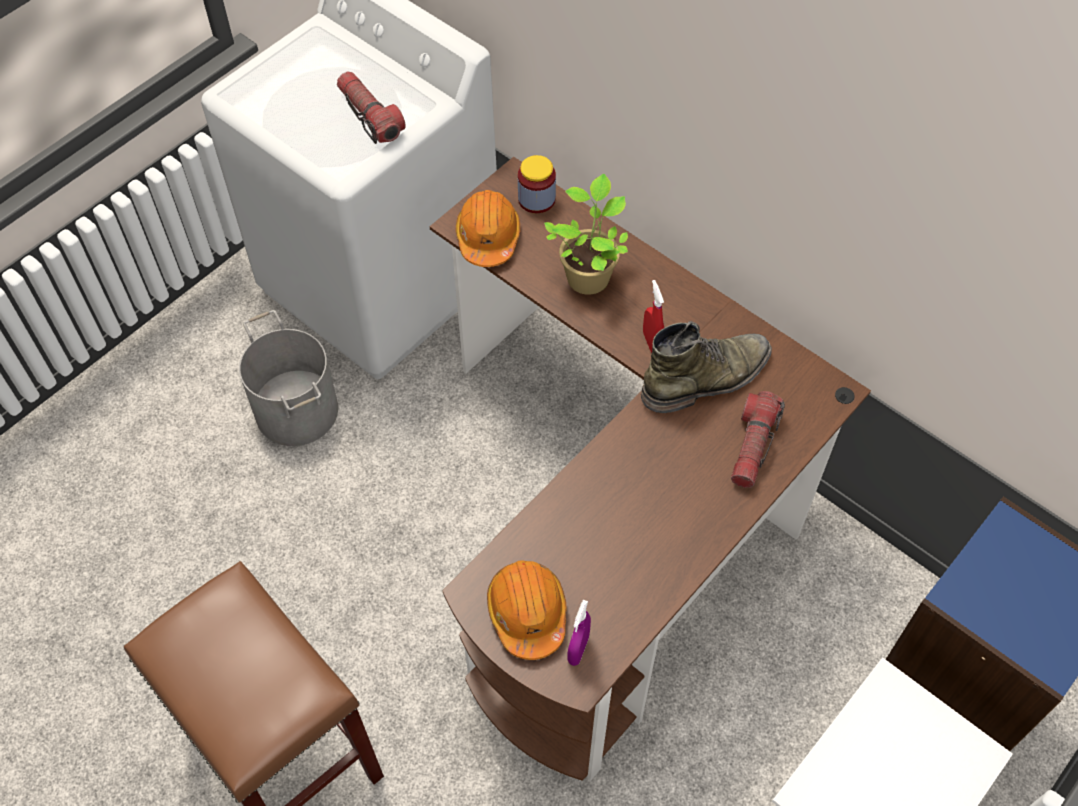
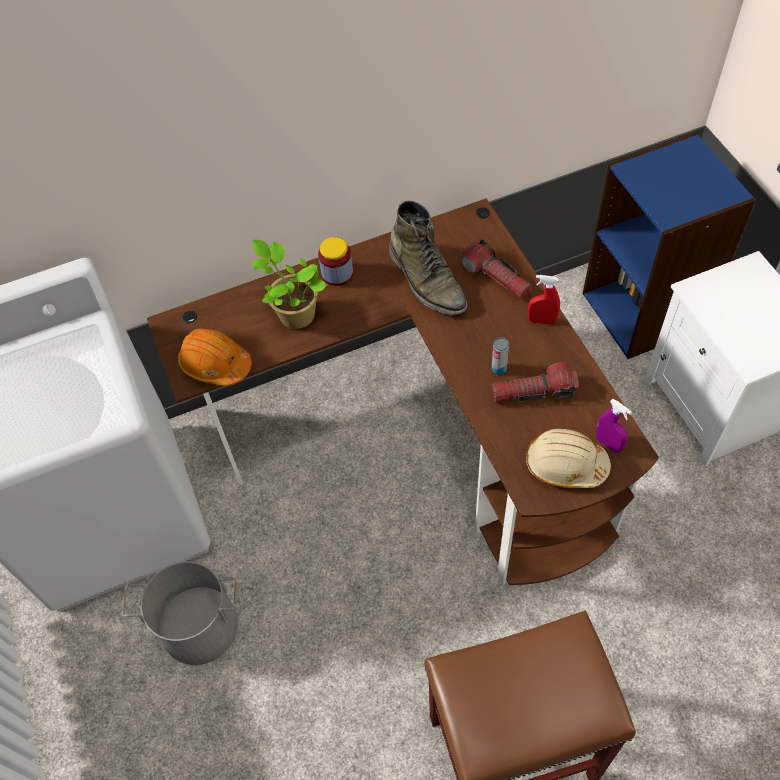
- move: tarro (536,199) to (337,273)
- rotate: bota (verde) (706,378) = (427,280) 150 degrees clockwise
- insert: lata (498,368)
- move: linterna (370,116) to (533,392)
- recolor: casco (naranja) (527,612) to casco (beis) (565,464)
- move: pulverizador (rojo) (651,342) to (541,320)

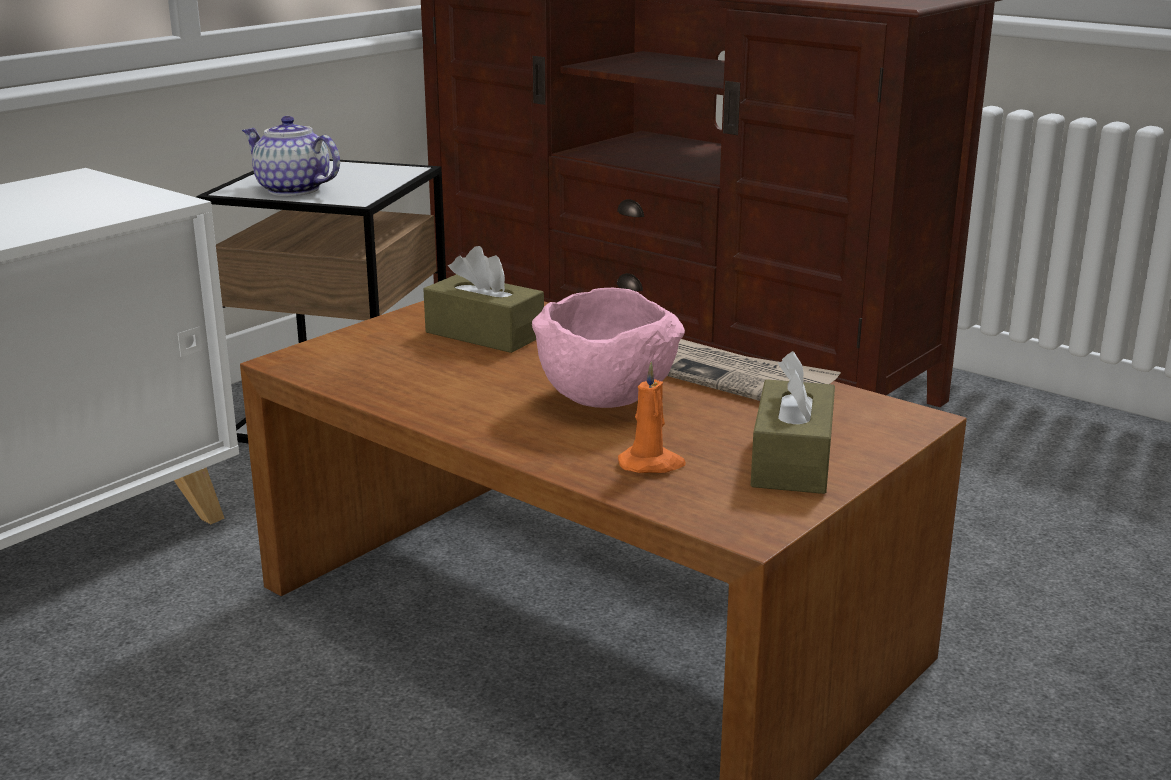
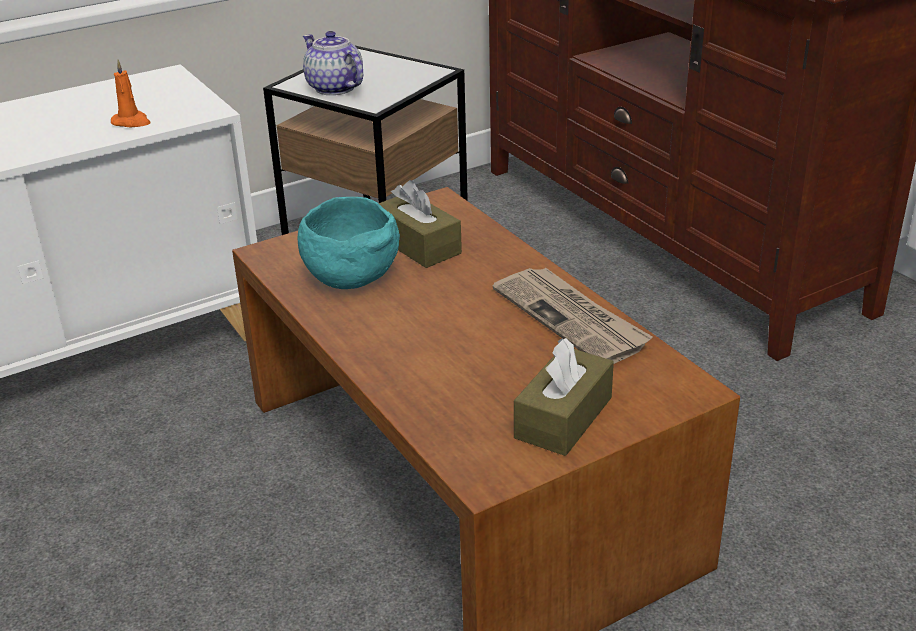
- move: vela (naranja) (651,464) to (132,122)
- insert: cuenco (turquesa) (349,278)
- delete: cuenco (rosa) (608,399)

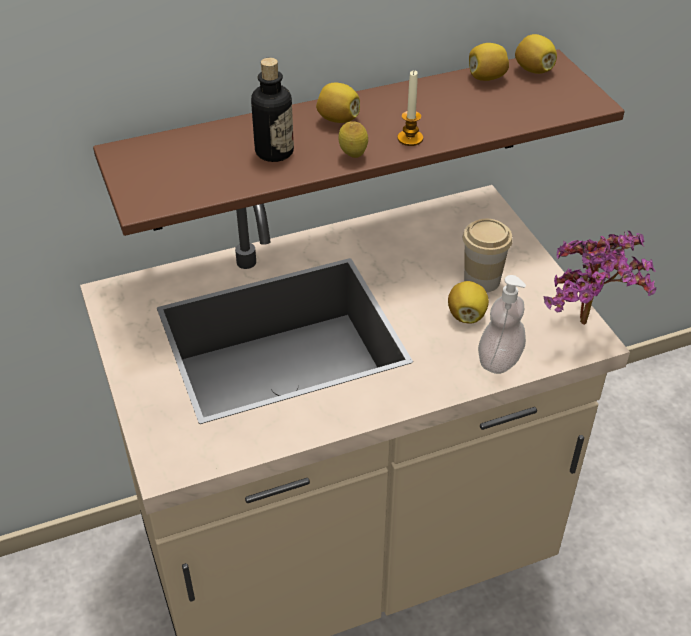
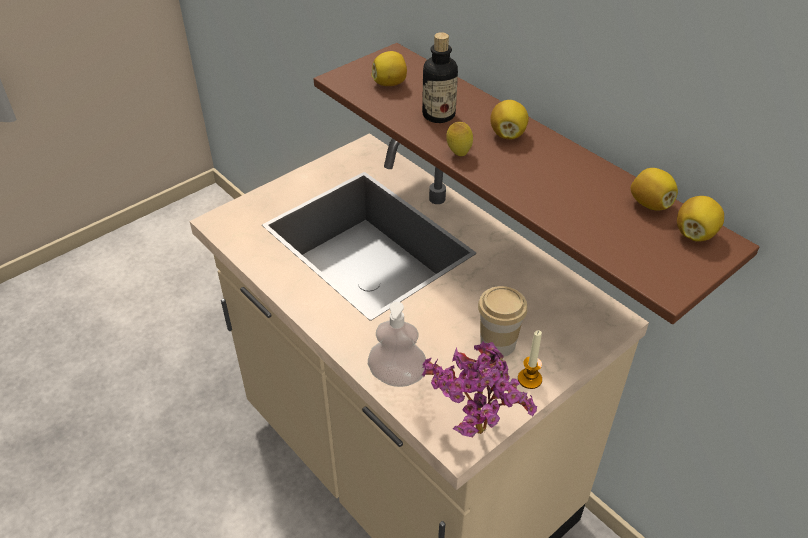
- move: limón (466,315) to (390,83)
- move: vela (410,138) to (529,379)

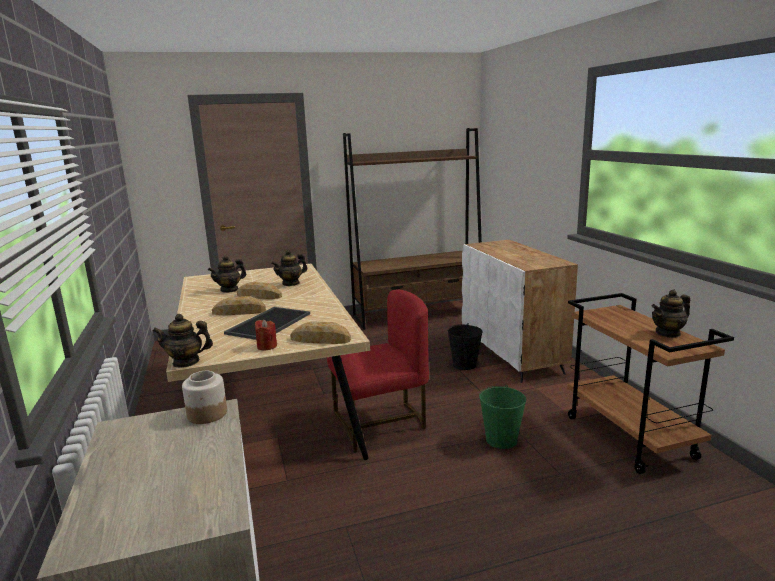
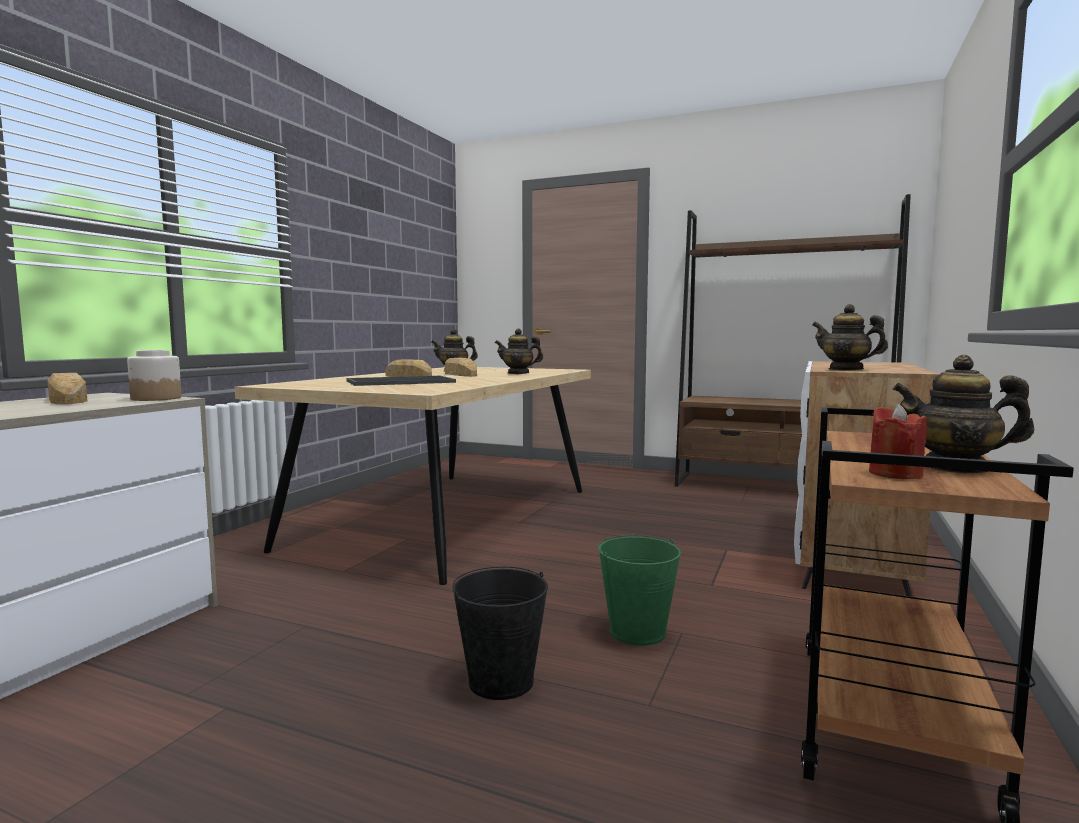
- move: pan (320,339) to (67,399)
- move: cubo (negro) (465,364) to (501,681)
- move: tetera (186,362) to (846,369)
- move: vela (rojo) (267,346) to (895,474)
- delete: silla (rojo) (380,423)

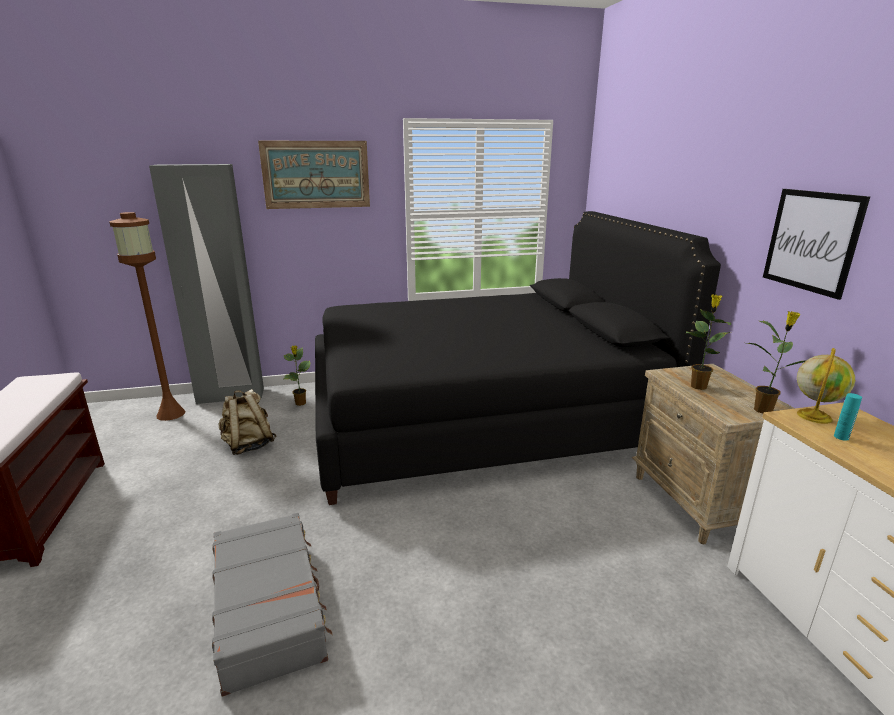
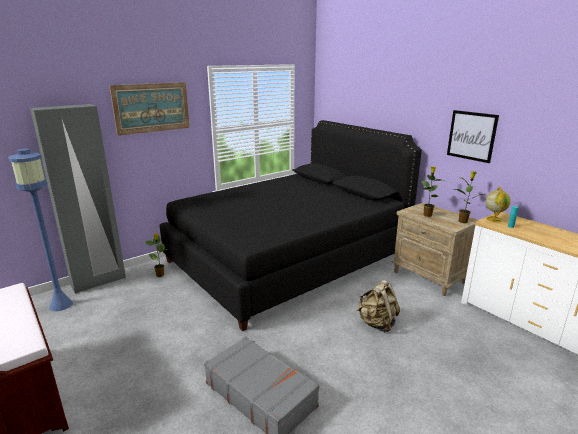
- recolor: lámpara de pie (marrón) (171,414) to lámpara de pie (azul) (61,305)
- move: mochila (beis) (248,445) to (377,324)

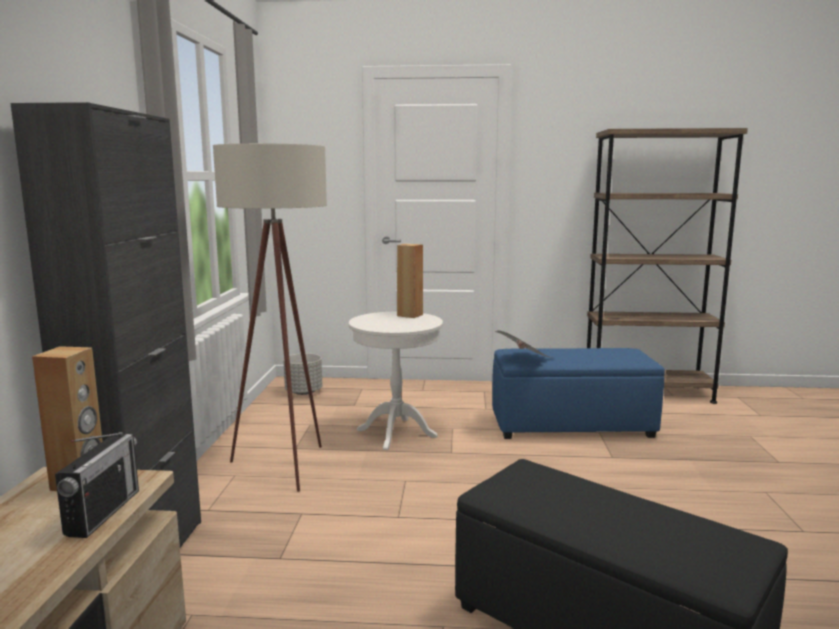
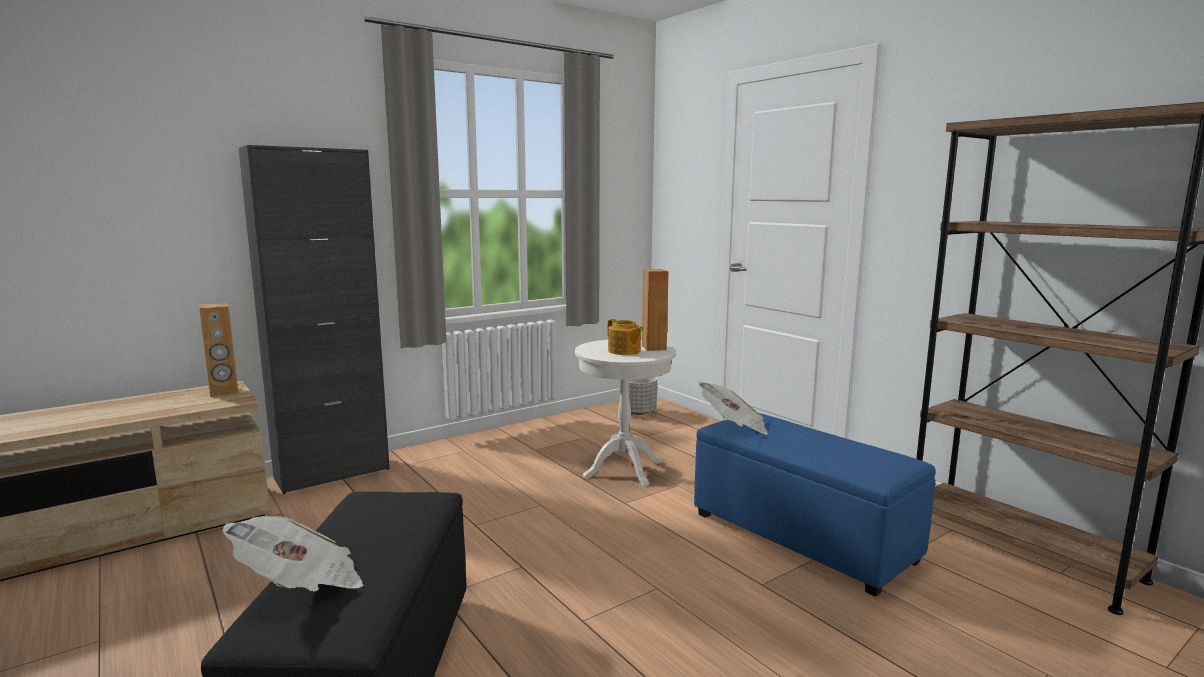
- insert: periódico (301,584)
- insert: tetera (624,351)
- delete: radio (103,512)
- delete: lámpara de pie (beis) (285,471)

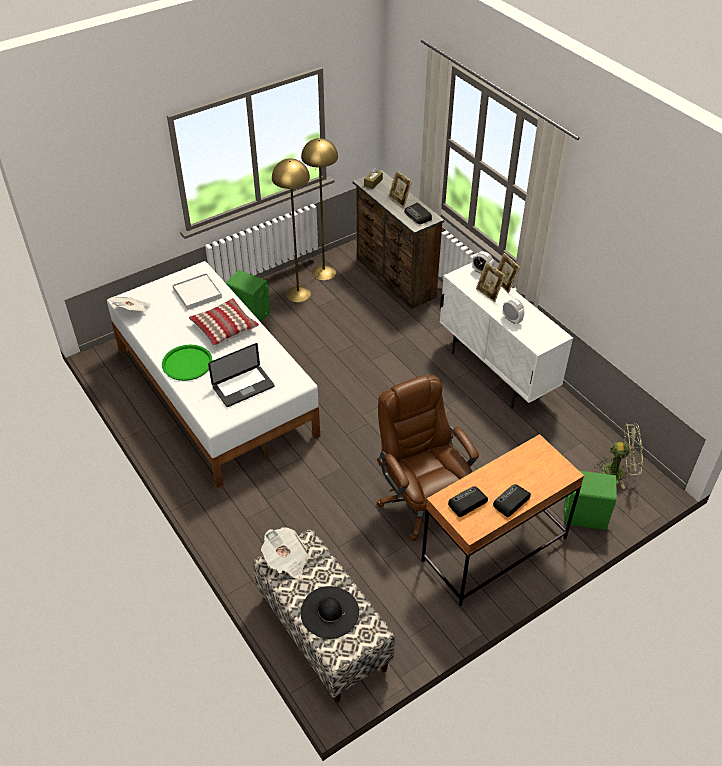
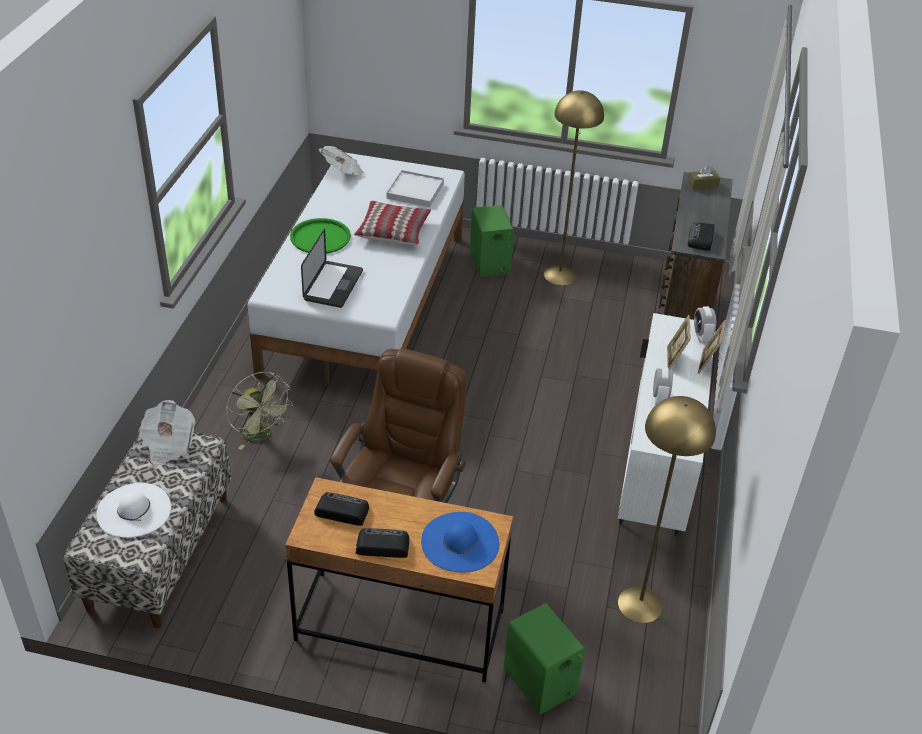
- recolor: sombrero (negro) (329,612) to sombrero (blanco) (134,510)
- move: ventilador (verde) (618,472) to (261,436)
- rotate: portátil (243,387) = (333,285) 90 degrees counterclockwise
- insert: sombrero (azul) (460,542)
- move: lámpara de pie (amarillo) (324,272) to (640,604)
- delete: portarretratos (399,200)

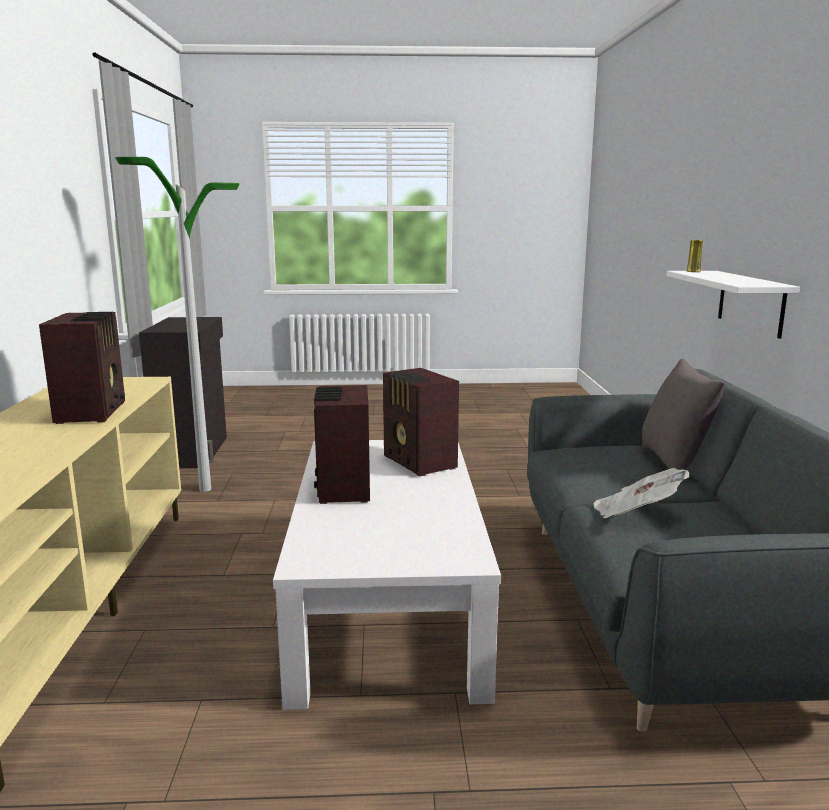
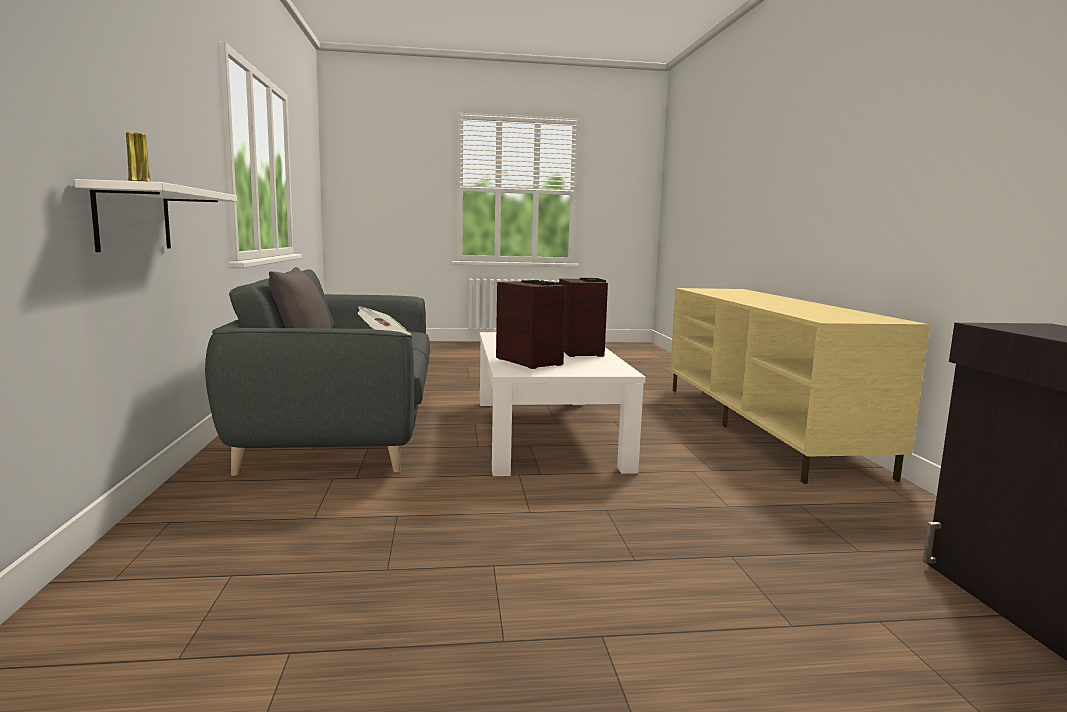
- delete: radio (93,412)
- delete: lámpara de pie (205,489)

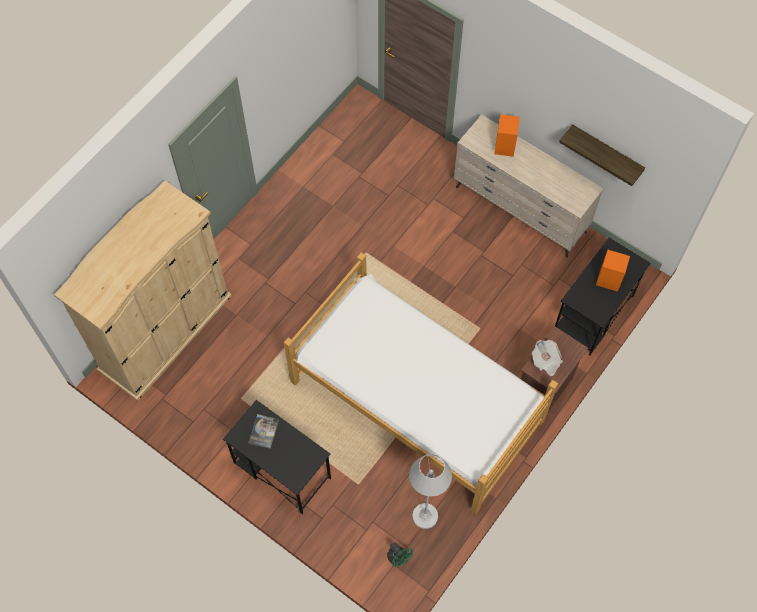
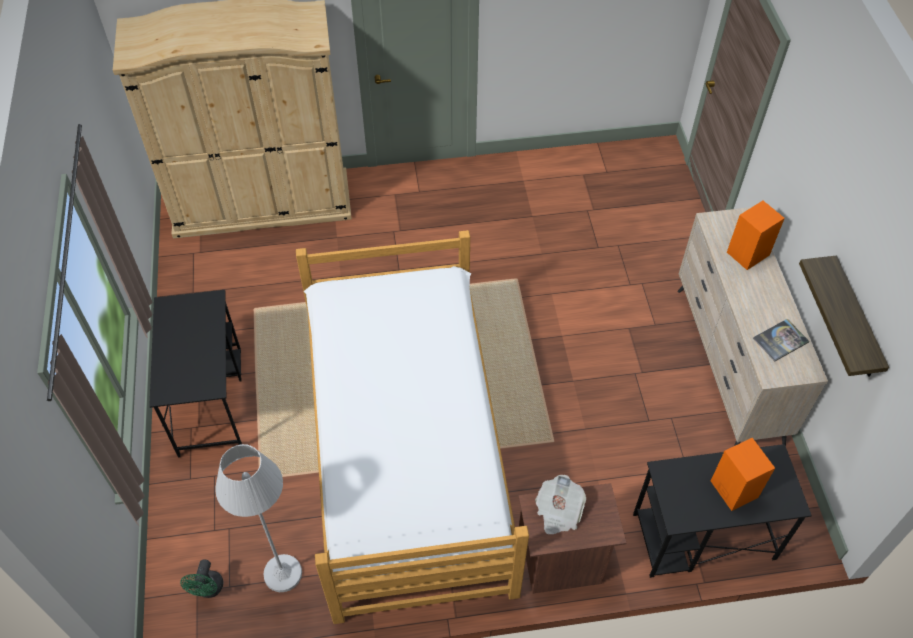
- move: libro (264,431) to (780,340)

